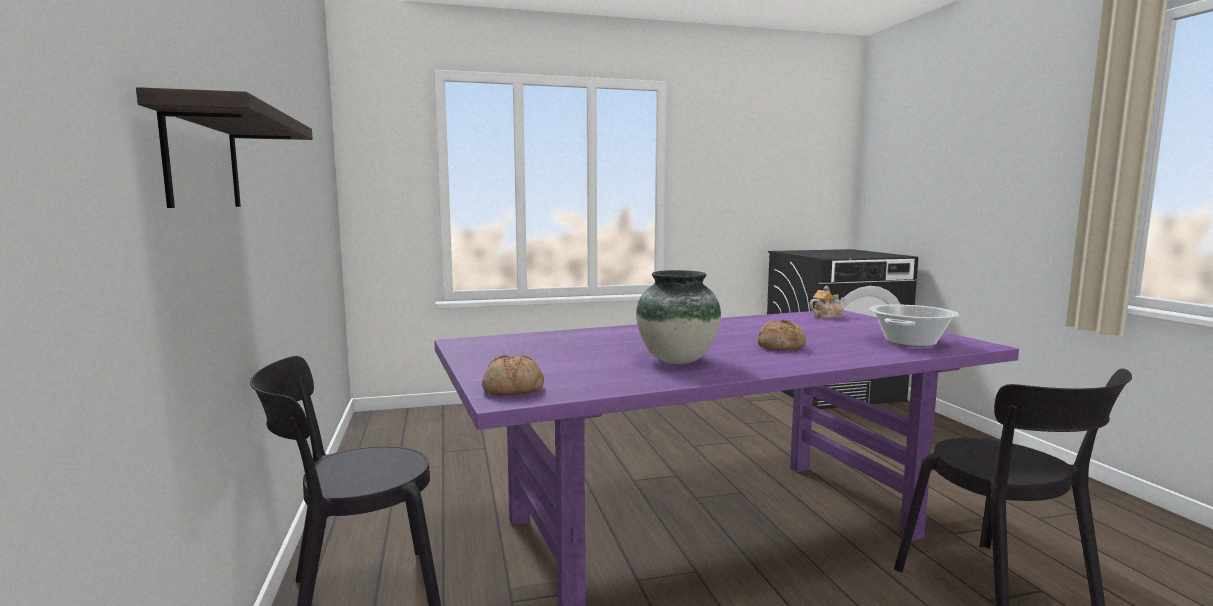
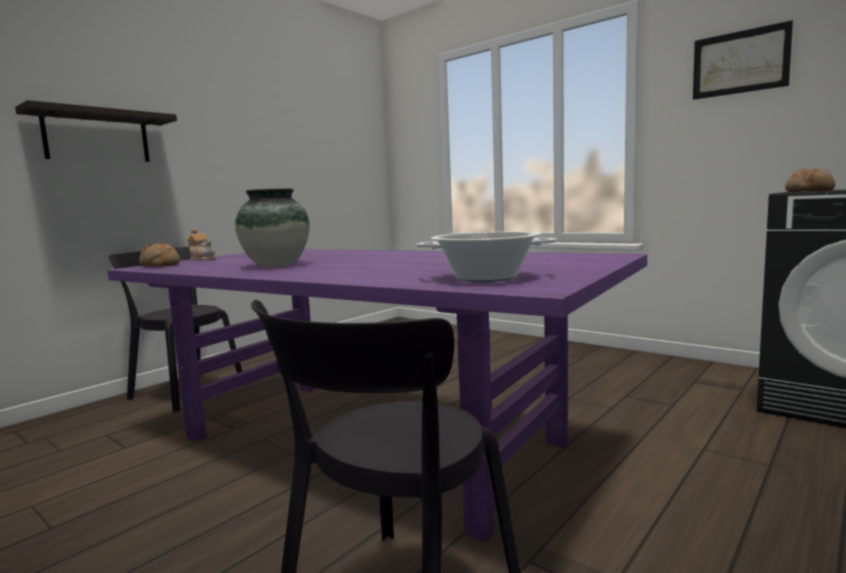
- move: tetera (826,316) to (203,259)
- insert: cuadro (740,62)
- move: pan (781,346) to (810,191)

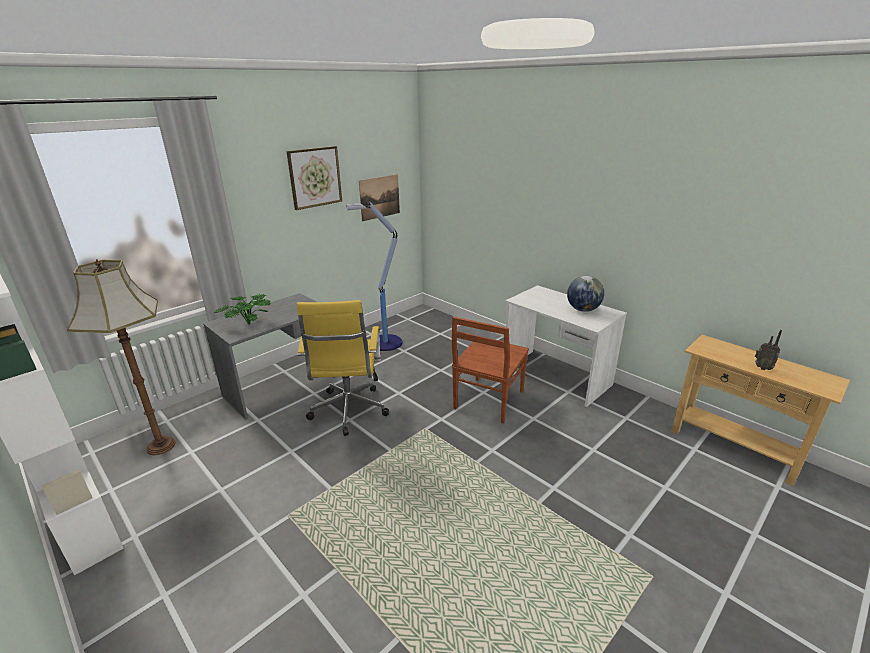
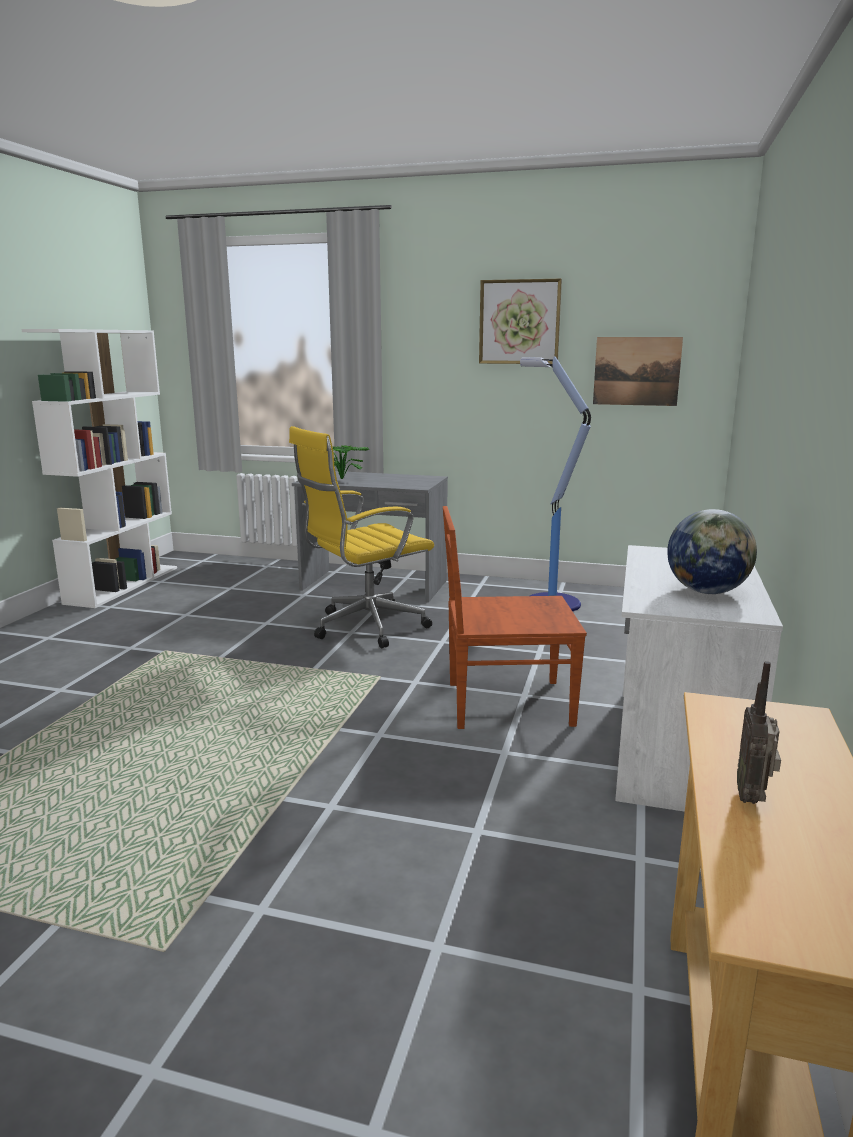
- delete: lámpara de pie (160,446)

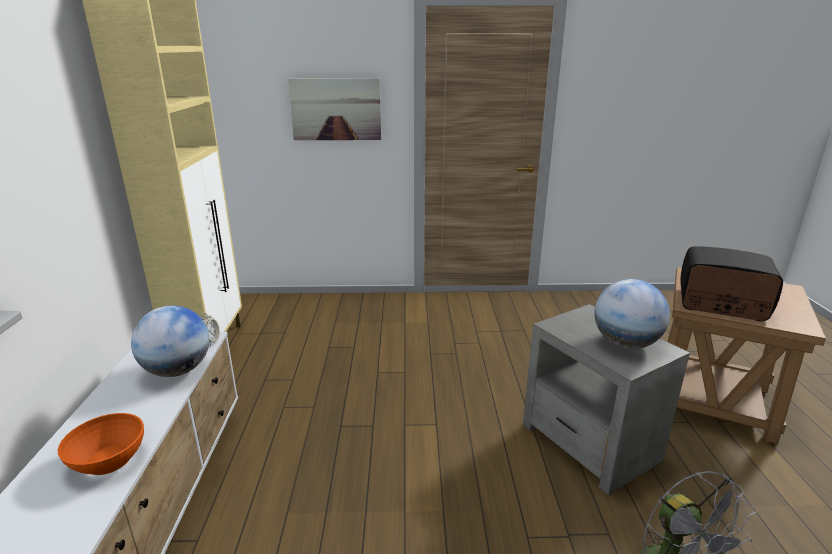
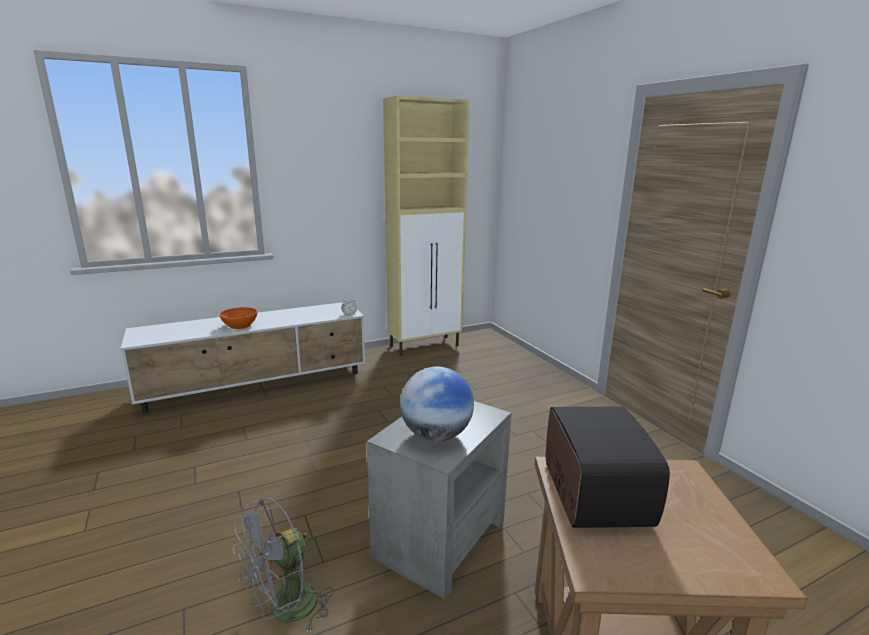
- delete: globo terráqueo (177,370)
- delete: cuadro (336,109)

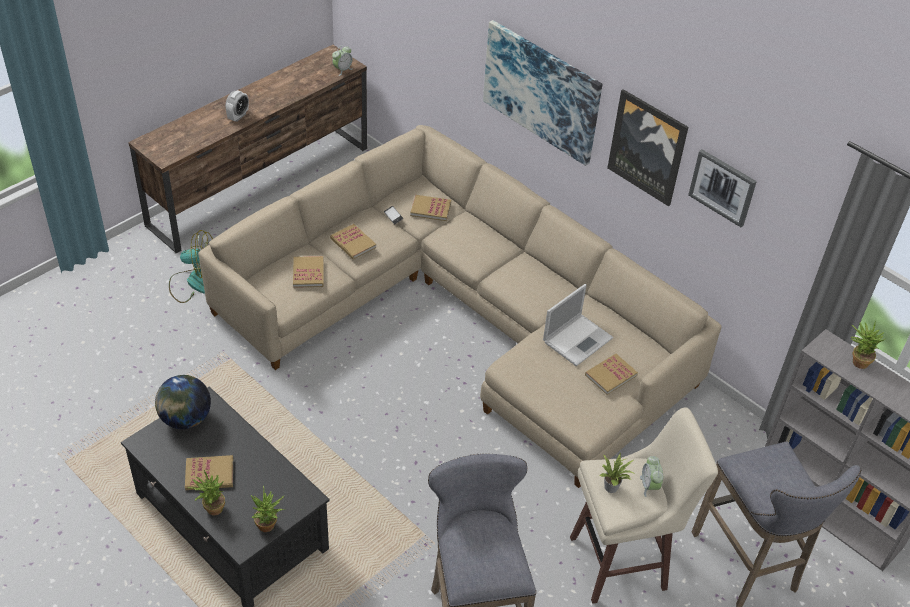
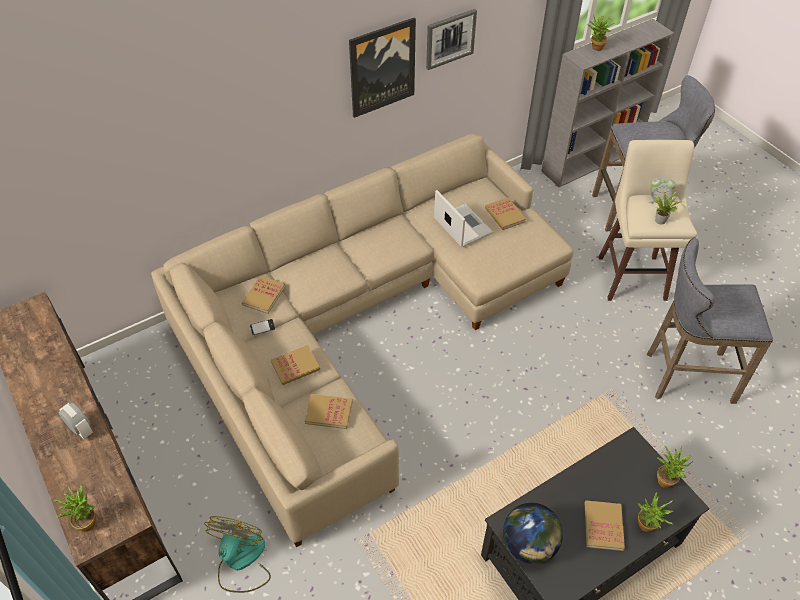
- insert: planta en maceta (86,520)
- delete: despertador (342,70)
- delete: cuadro (541,91)

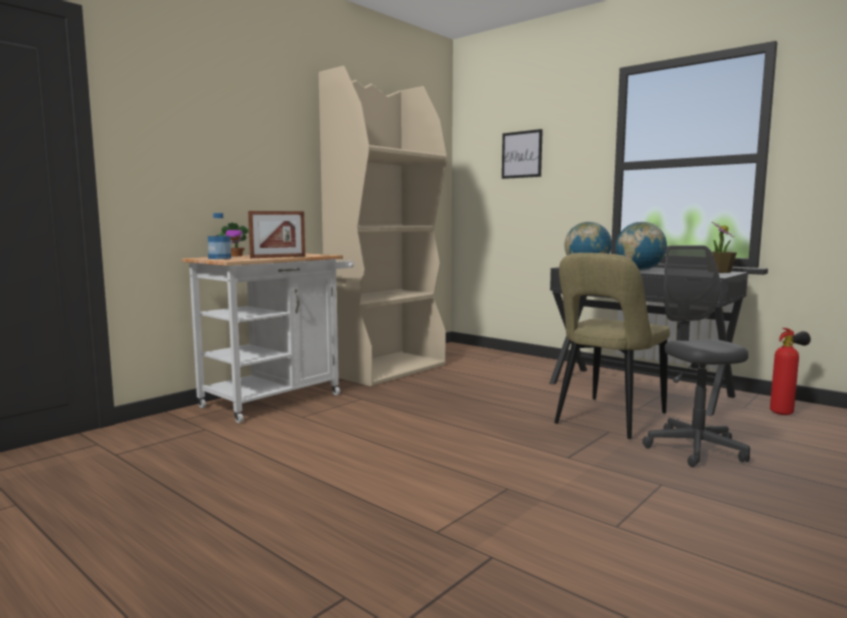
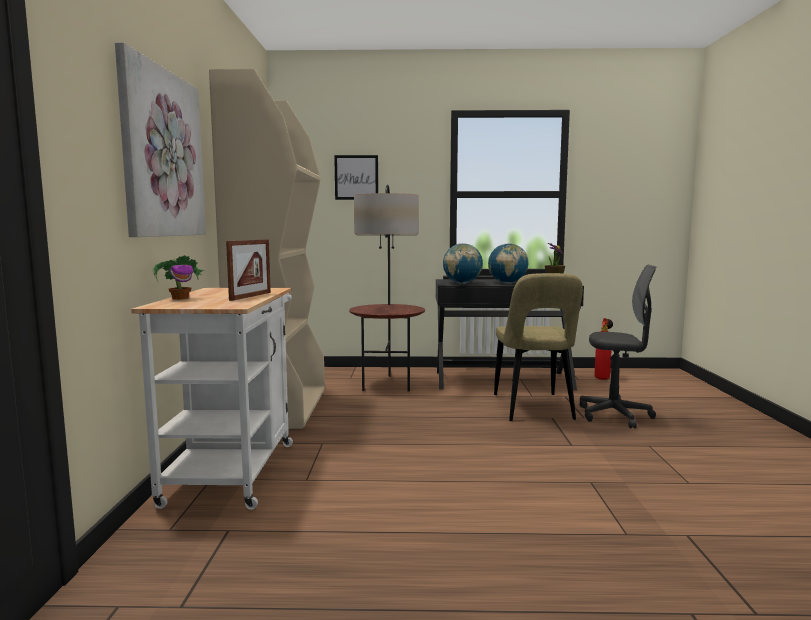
- insert: cuadro (163,154)
- insert: lámpara de pie (387,384)
- rotate: silla de oficina (gris) (694,449) = (614,415) 150 degrees clockwise
- delete: botella (219,258)

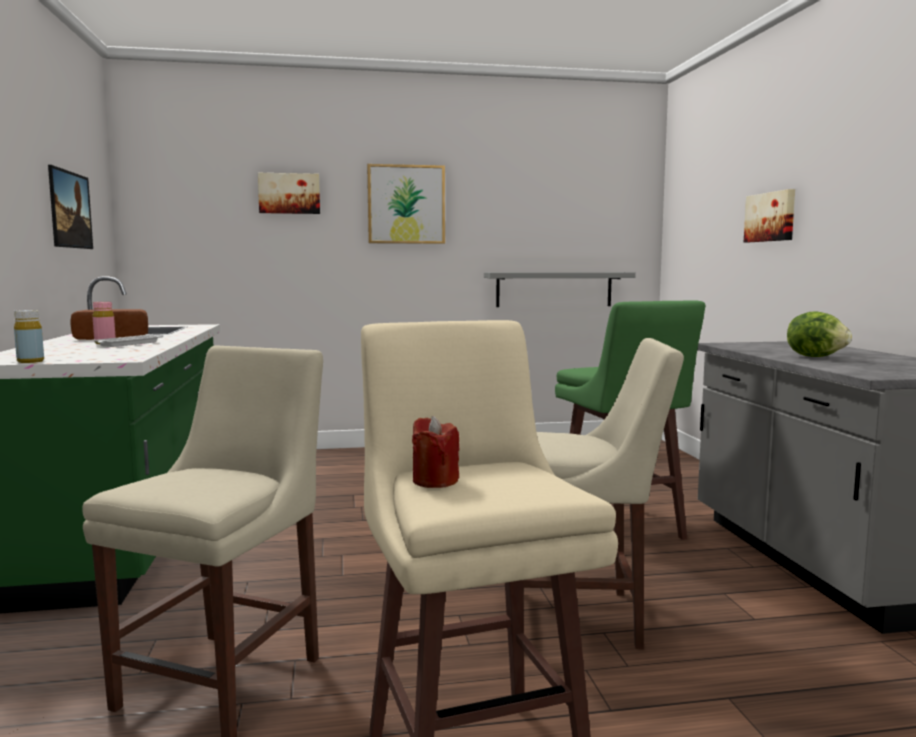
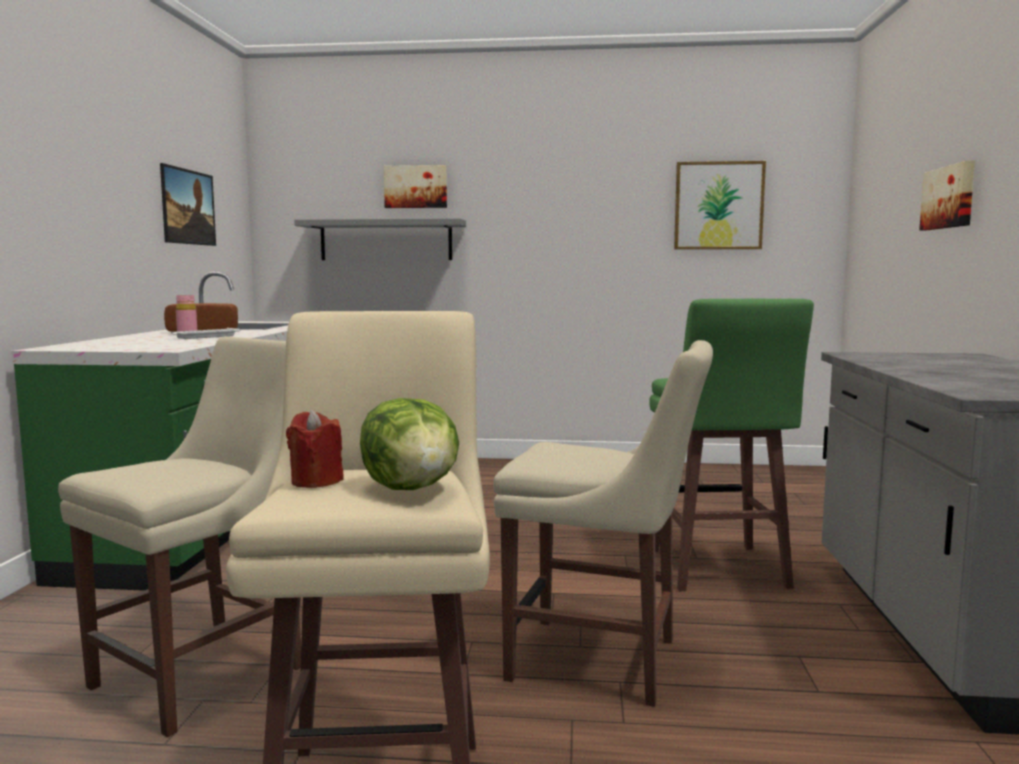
- move: estante (gris) (554,289) to (386,240)
- move: lechuga (816,357) to (412,488)
- move: cuadro (406,204) to (718,206)
- delete: botella (amarillo) (30,361)

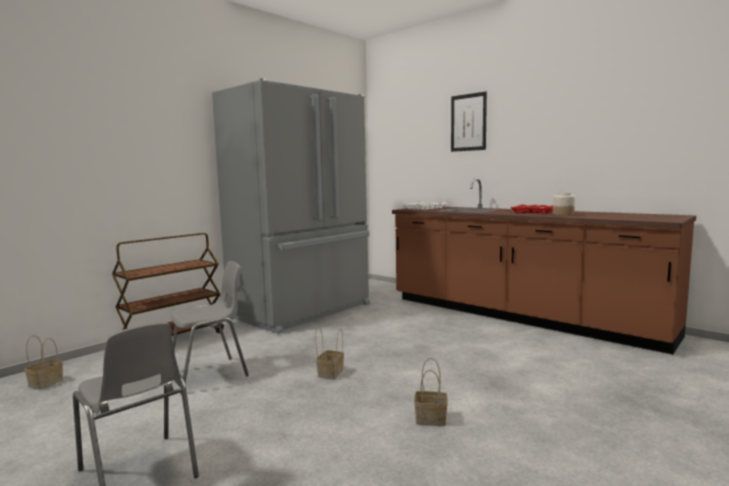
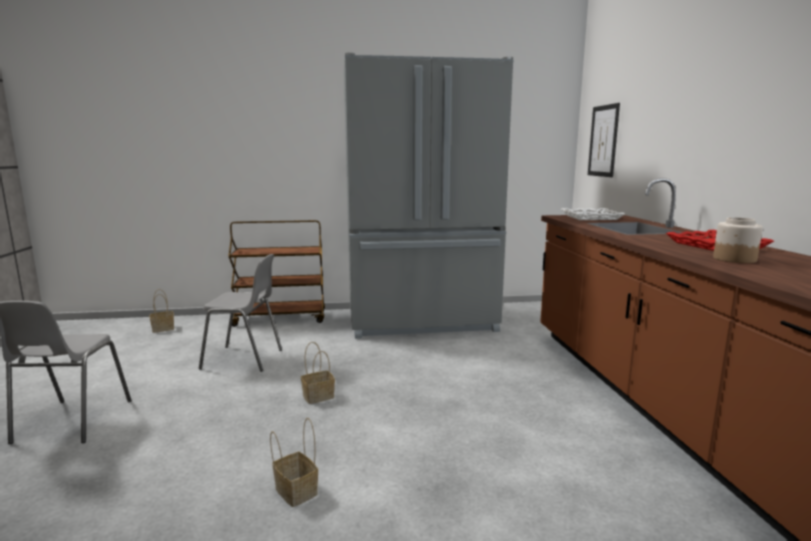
- move: cuadro (468,122) to (603,141)

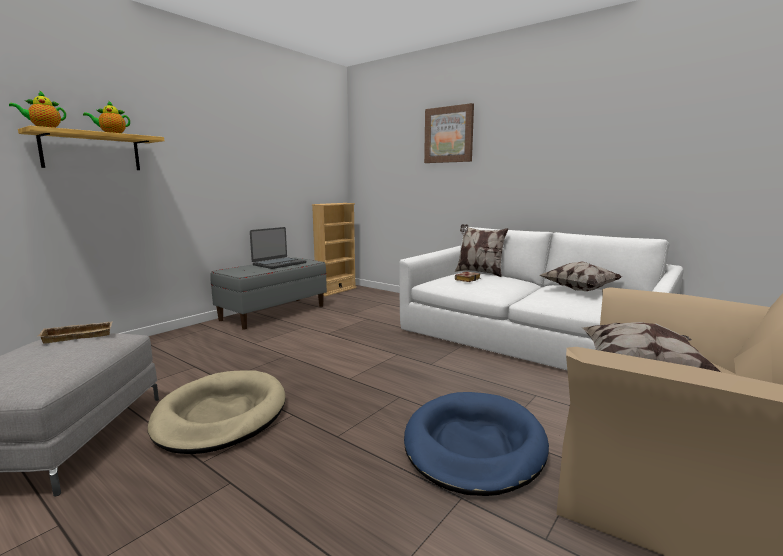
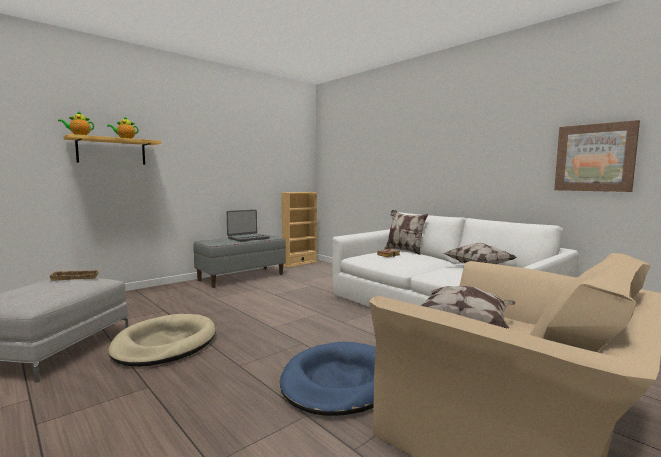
- move: cuadro (449,135) to (594,158)

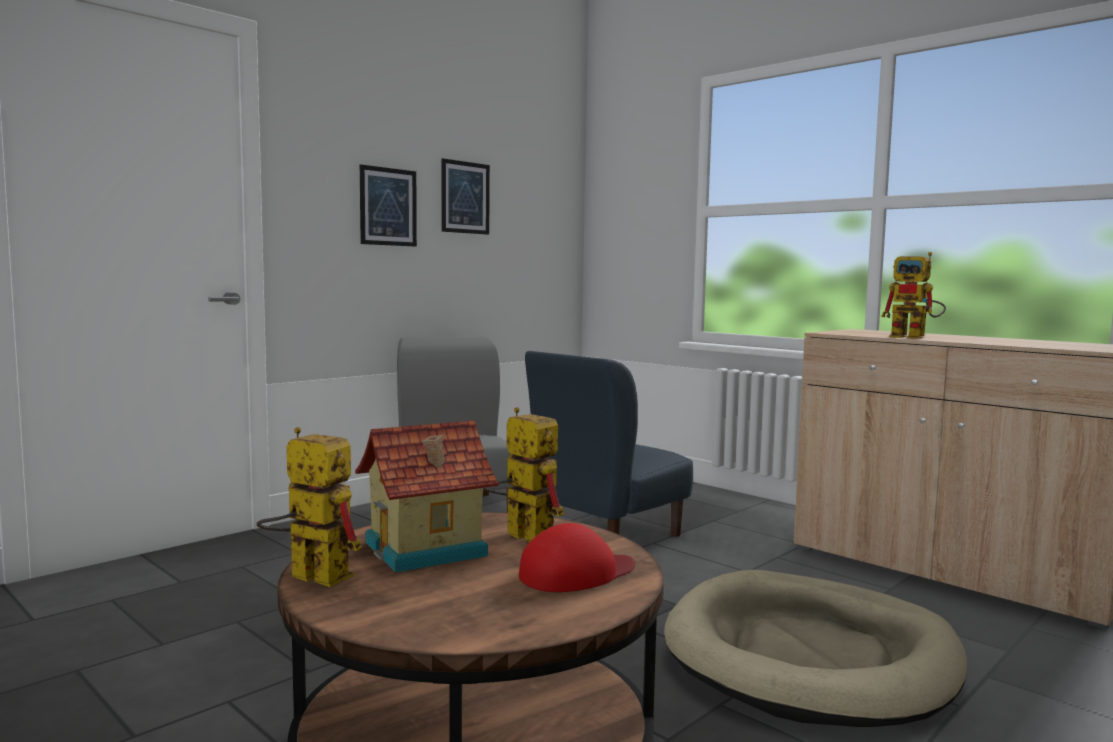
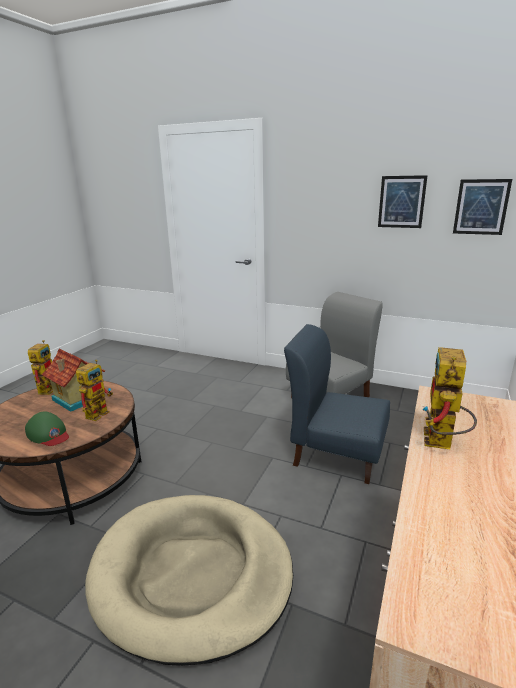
- recolor: gorra (rojo) (576,573) to gorra (verde) (48,434)
- move: cuadro (388,206) to (481,207)

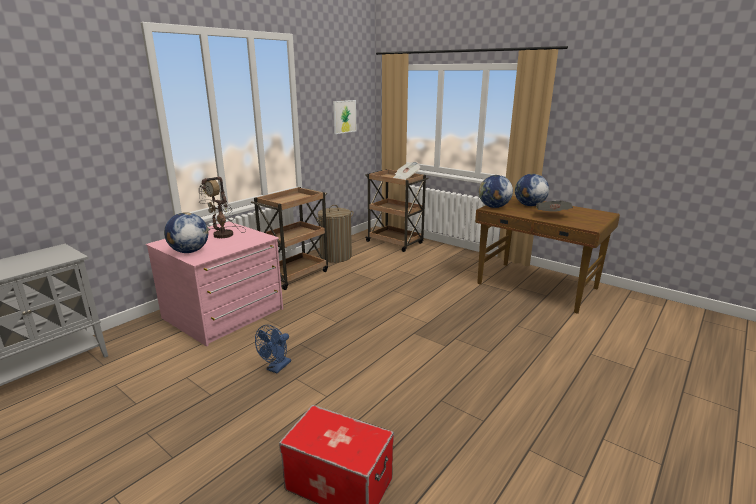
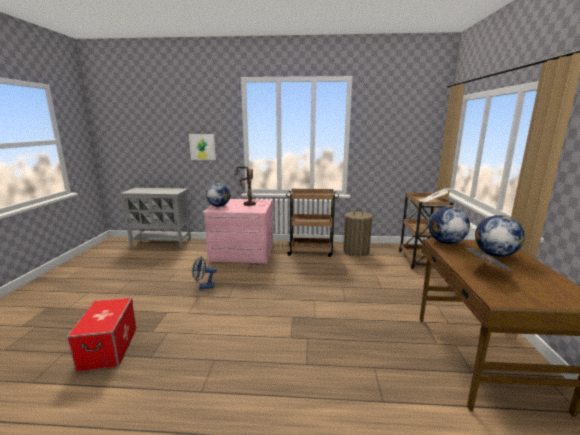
- move: cuadro (344,116) to (202,146)

